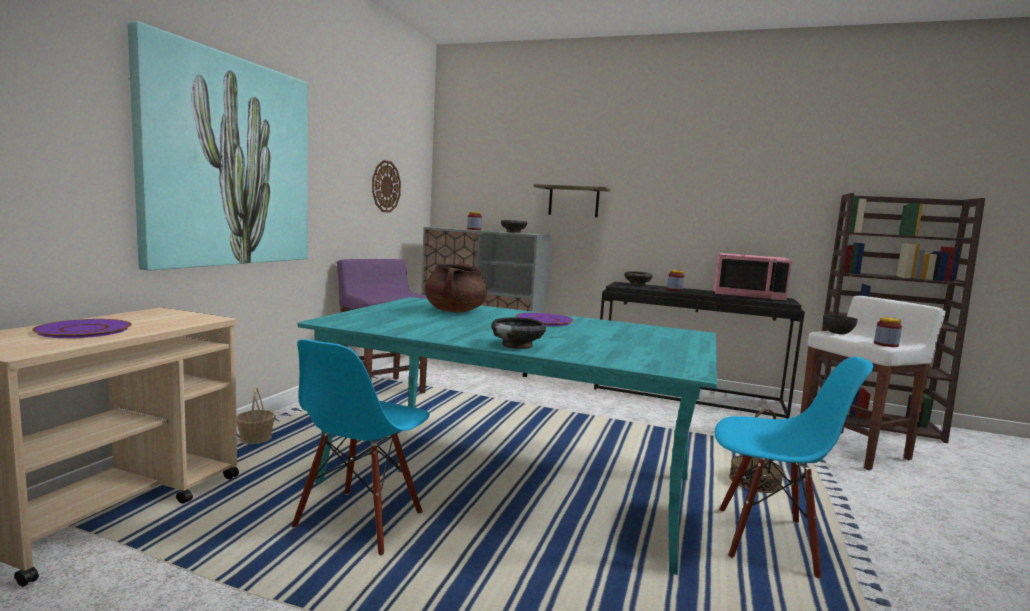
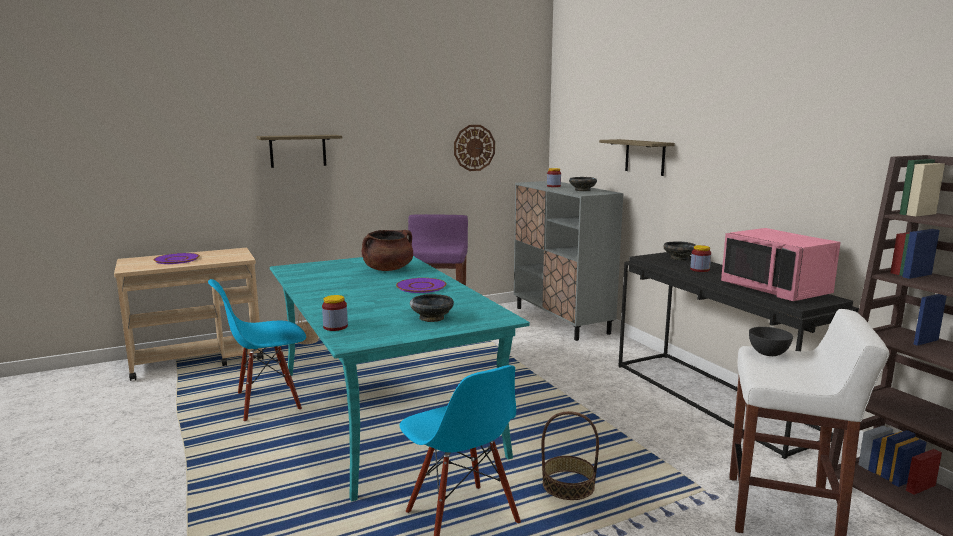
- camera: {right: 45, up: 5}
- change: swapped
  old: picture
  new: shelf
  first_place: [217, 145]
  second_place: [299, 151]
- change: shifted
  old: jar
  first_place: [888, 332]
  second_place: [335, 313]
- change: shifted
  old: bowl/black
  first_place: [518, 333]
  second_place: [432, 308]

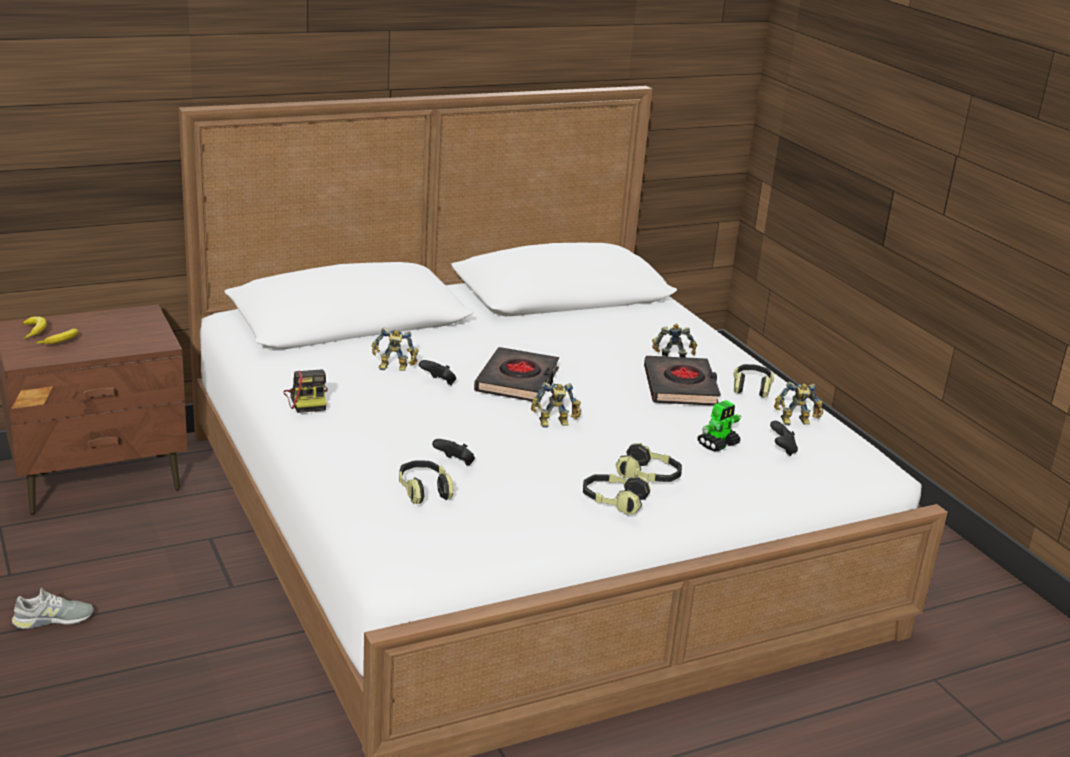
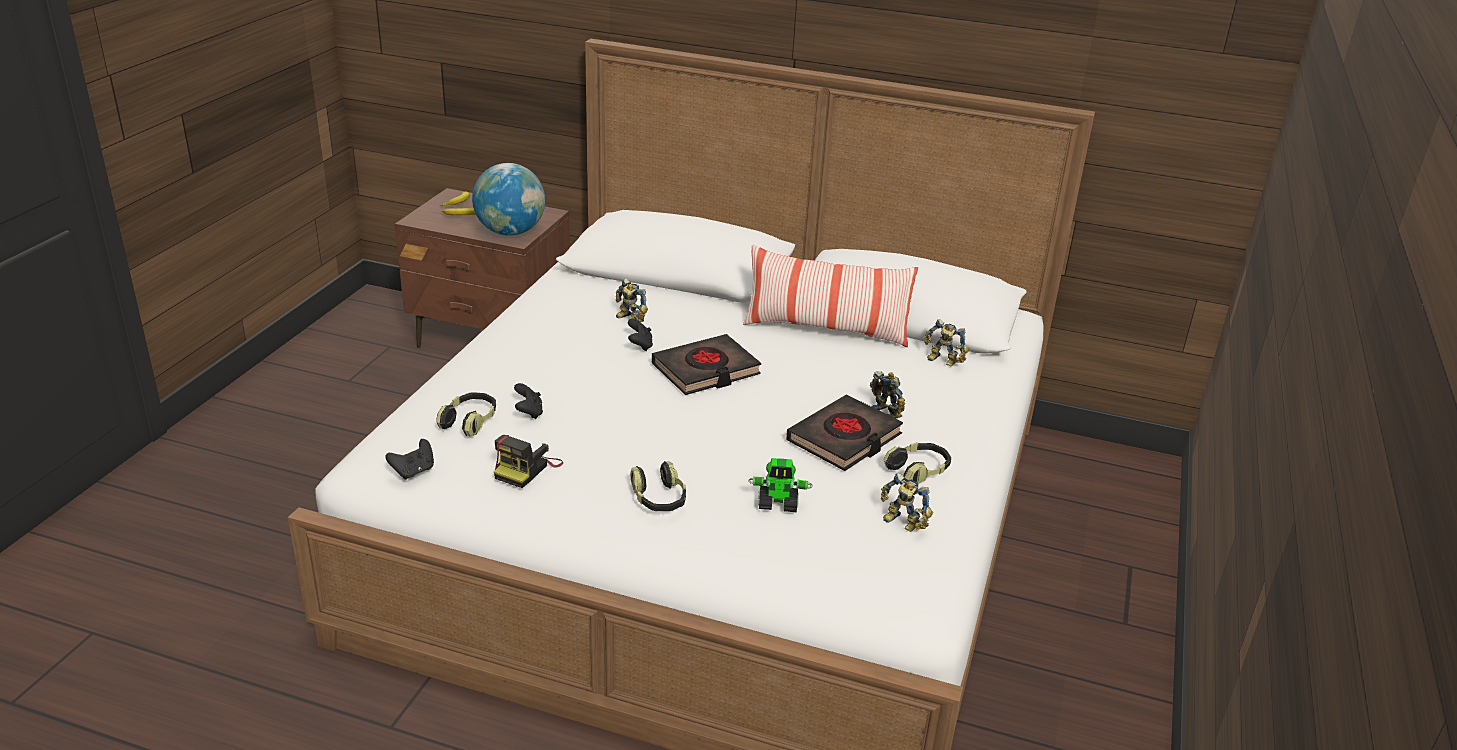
- camera: {right: 45, up: 5}
- change: shifted
  old: game controller/black
  first_place: [784, 438]
  second_place: [409, 459]
- change: new
  new: globe
  second_place: [508, 199]
- change: shifted
  old: photo camera
  first_place: [305, 391]
  second_place: [528, 461]
- change: new
  new: pillow
  second_place: [830, 296]
- change: shifted
  old: toy robot
  first_place: [556, 405]
  second_place: [946, 343]
- change: gone
  old: shoe/grey
  first_place: [53, 608]
- change: gone
  old: headphones
  first_place: [617, 494]

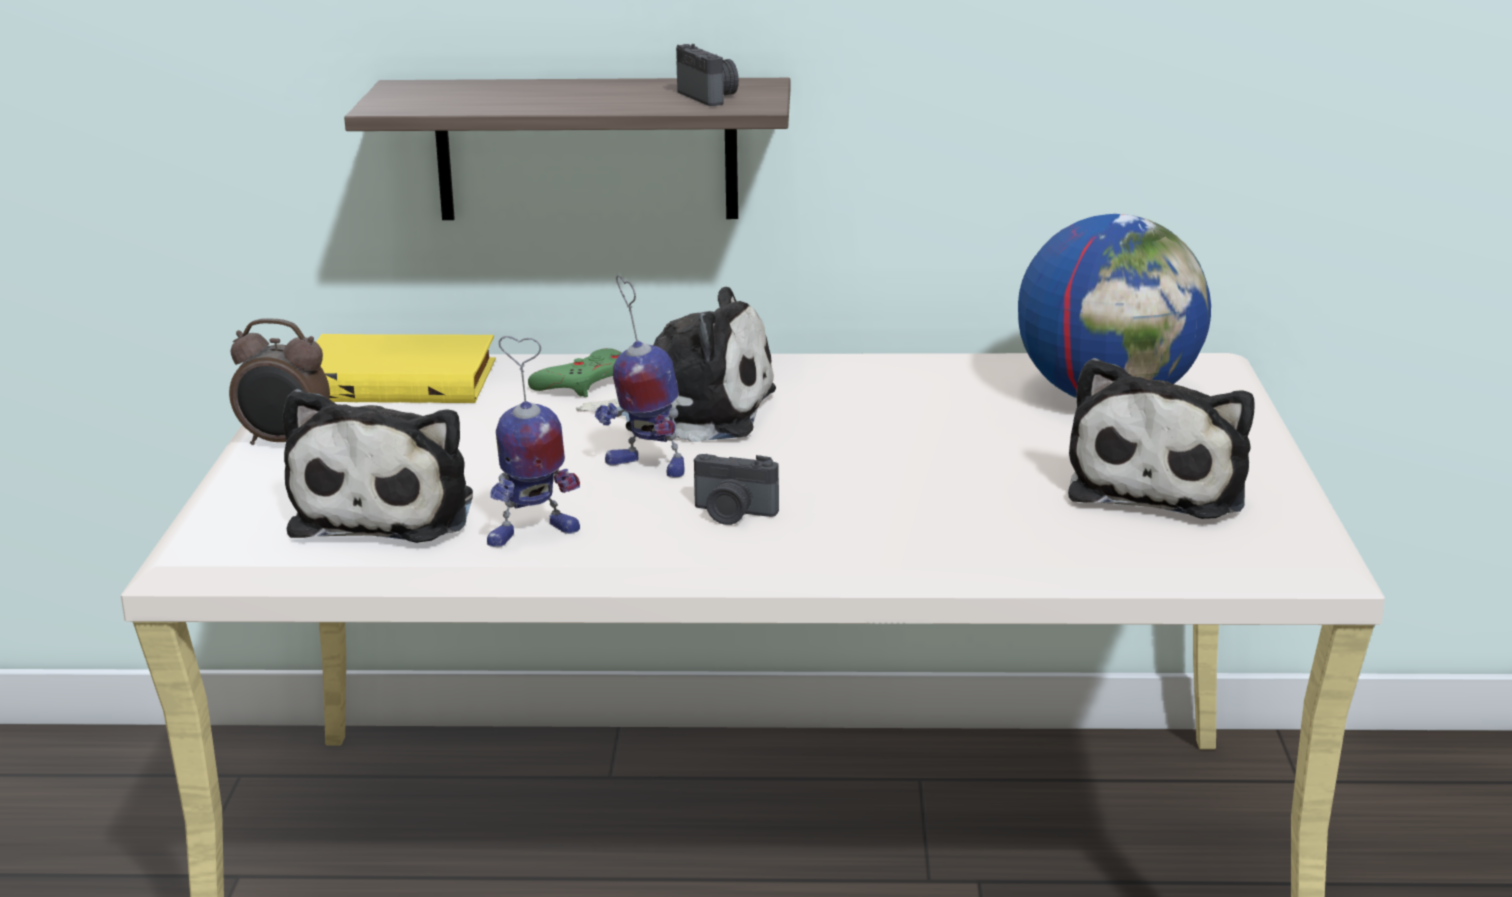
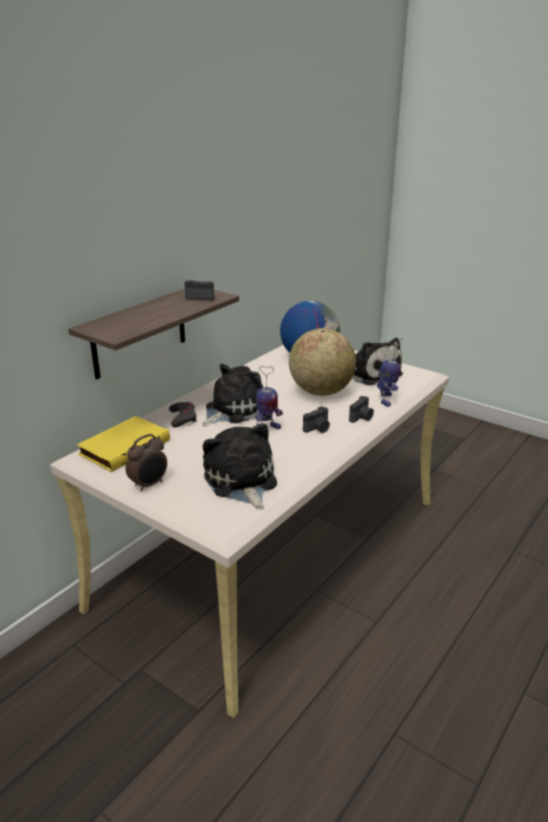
- camera: {right: -55, up: 5}
- change: repainted
  old: game controller/green
  new: game controller/grey
  first_place: [575, 372]
  second_place: [182, 414]
- change: rotated
  old: plush toy
  first_place: [378, 466]
  second_place: [240, 466]
  degrees: -150
- change: new
  new: globe
  second_place: [322, 362]
- change: new
  new: photo camera
  second_place: [361, 409]
- change: shifted
  old: toy robot
  first_place: [533, 441]
  second_place: [389, 372]

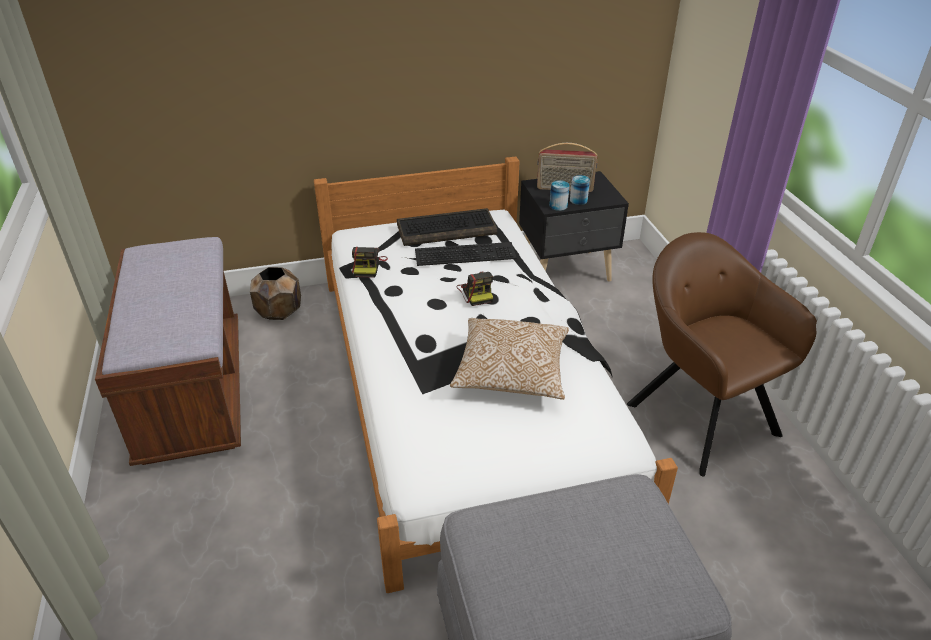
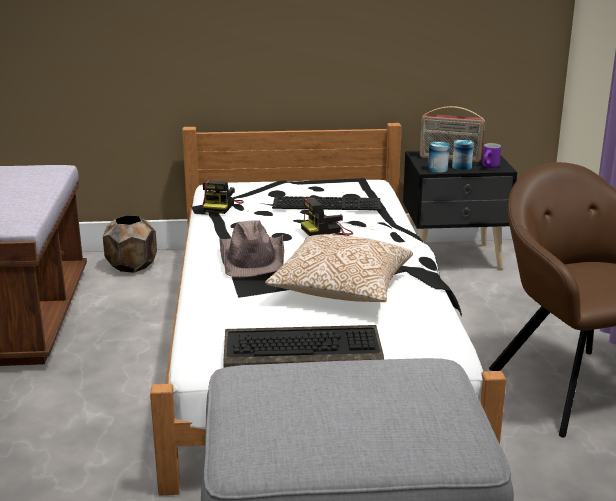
- camera: {right: 10, up: -15}
- change: new
  new: hat/brown
  second_place: [251, 248]
- change: shifted
  old: keyboard
  first_place: [447, 227]
  second_place: [303, 346]
- change: rotated
  old: photo camera
  first_place: [475, 288]
  second_place: [327, 217]
  degrees: 75
- change: new
  new: mug/purple
  second_place: [491, 155]

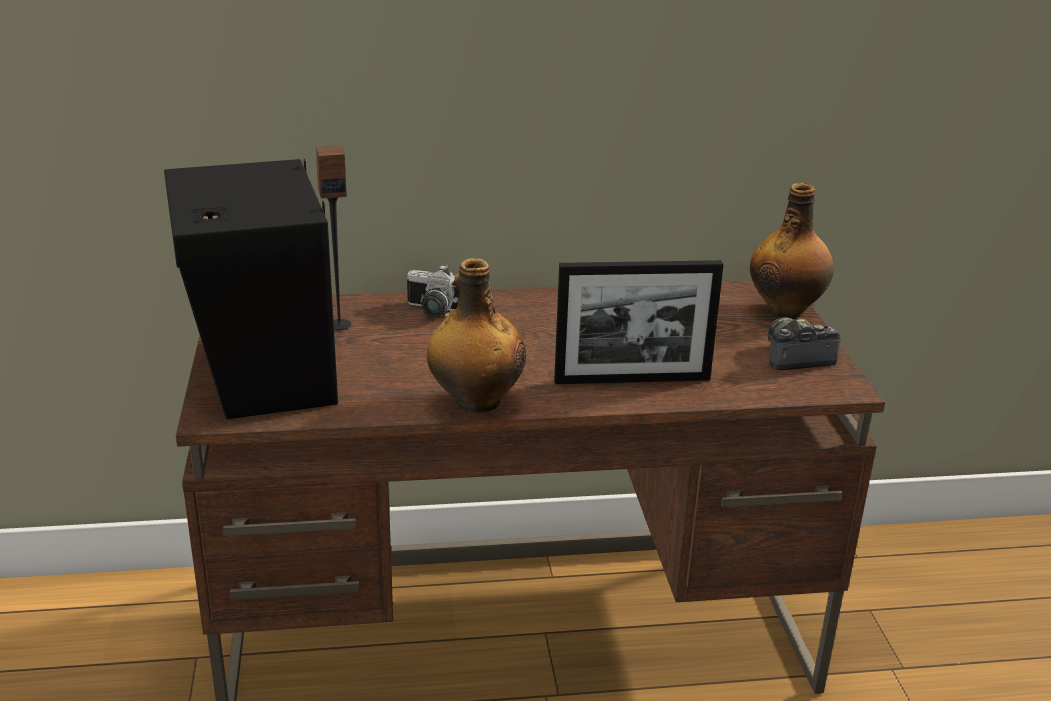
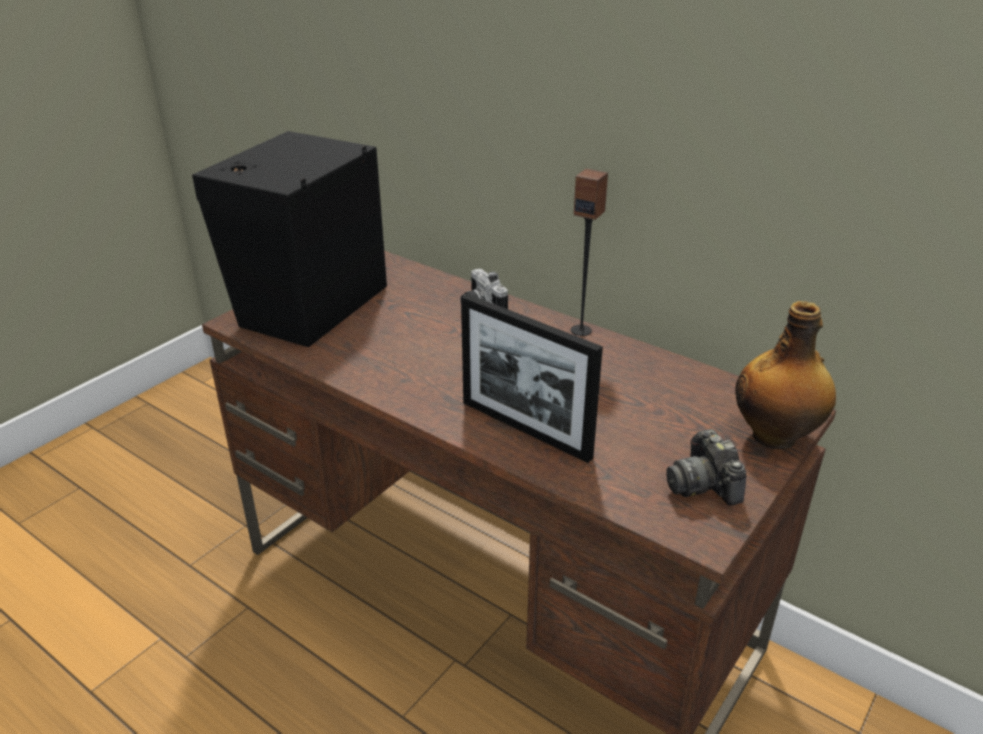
- camera: {right: 45, up: 5}
- change: shifted
  old: speaker
  first_place: [333, 238]
  second_place: [589, 252]
- change: rotated
  old: photo camera
  first_place: [804, 343]
  second_place: [706, 467]
  degrees: -135
- change: gone
  old: bottle
  first_place: [476, 335]

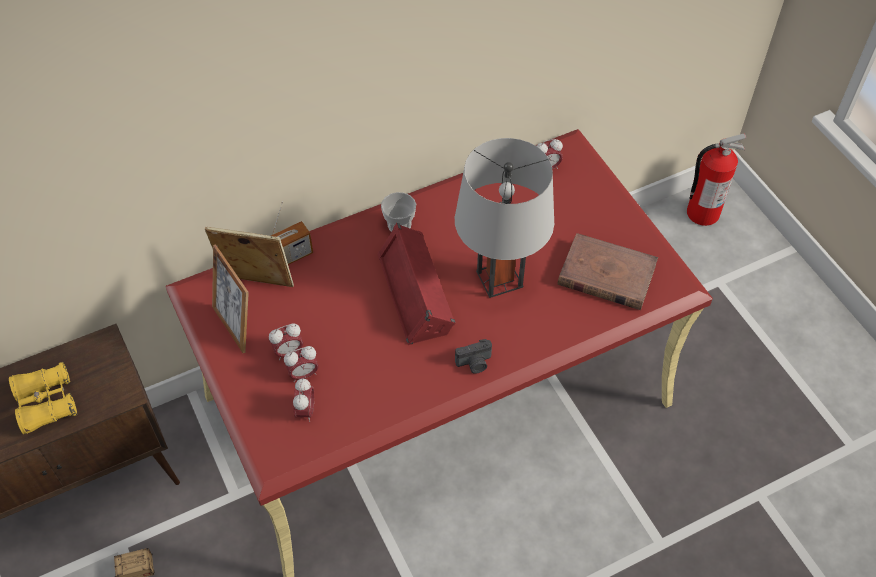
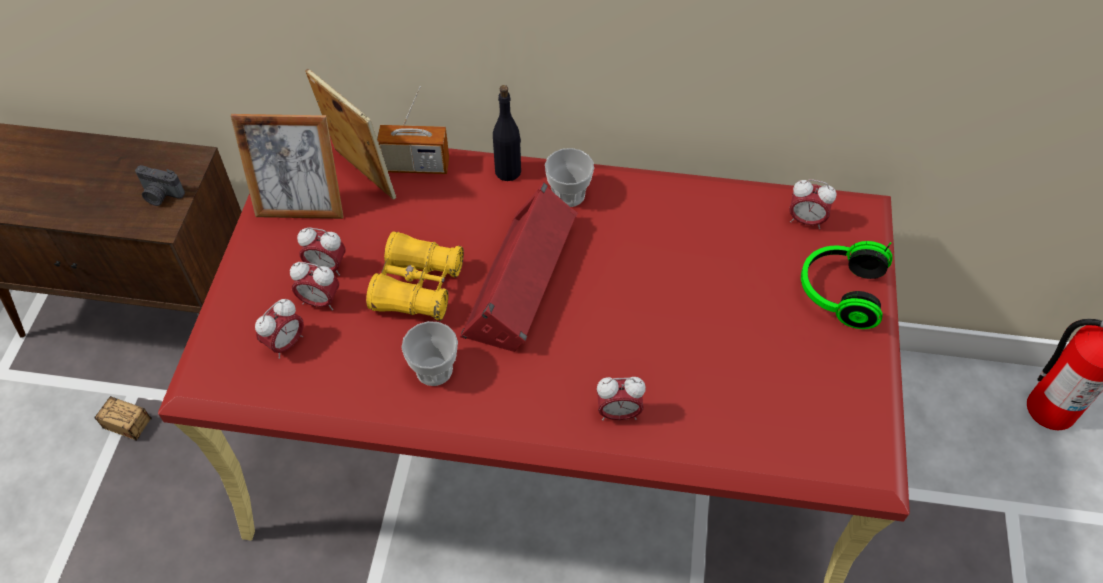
- camera: {right: 35, up: 0}
- change: shifted
  old: photo camera
  first_place: [473, 356]
  second_place: [160, 185]
- change: rotated
  old: picture frame
  first_place: [230, 298]
  second_place: [287, 166]
  degrees: -90
- change: shifted
  old: binoculars/yellow
  first_place: [43, 398]
  second_place: [415, 276]
- change: new
  new: cup
  second_place: [429, 353]
- change: new
  new: bottle/black
  second_place: [507, 133]
- change: new
  new: alarm clock
  second_place: [621, 399]
- change: new
  new: headphones
  second_place: [847, 285]
- change: gone
  old: table lamp/grey
  first_place: [505, 218]
- change: gone
  old: book/brown
  first_place: [608, 271]

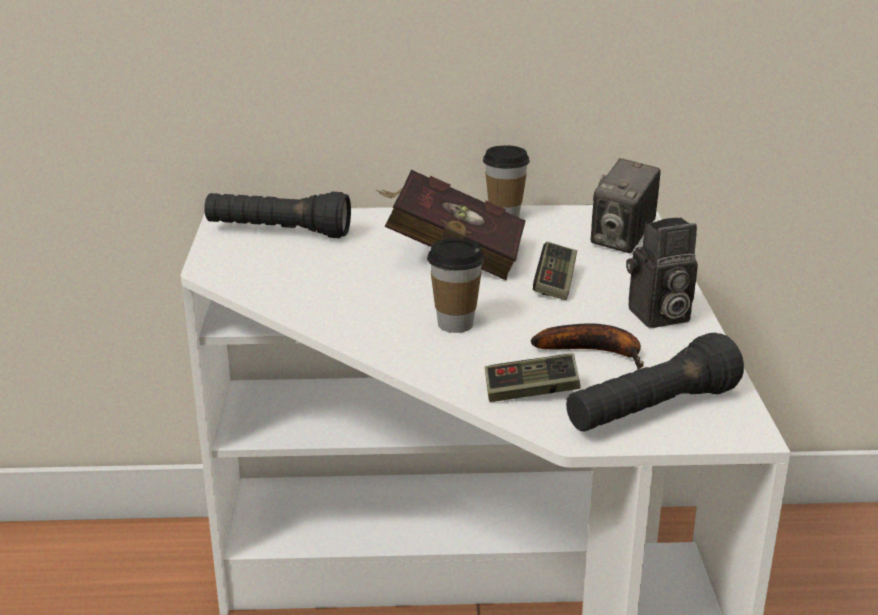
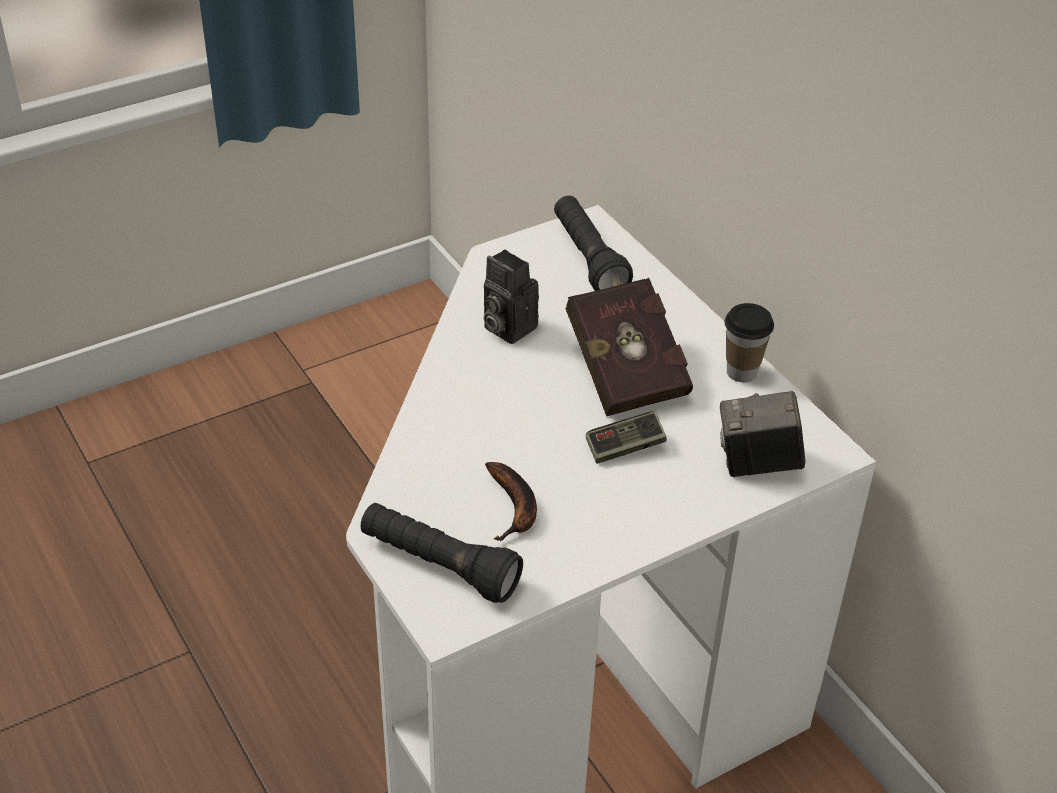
- camera: {right: 60, up: 15}
- change: shifted
  old: photo camera
  first_place: [662, 272]
  second_place: [511, 296]
- change: gone
  old: cup
  first_place: [456, 285]
- change: gone
  old: game controller
  first_place: [533, 377]

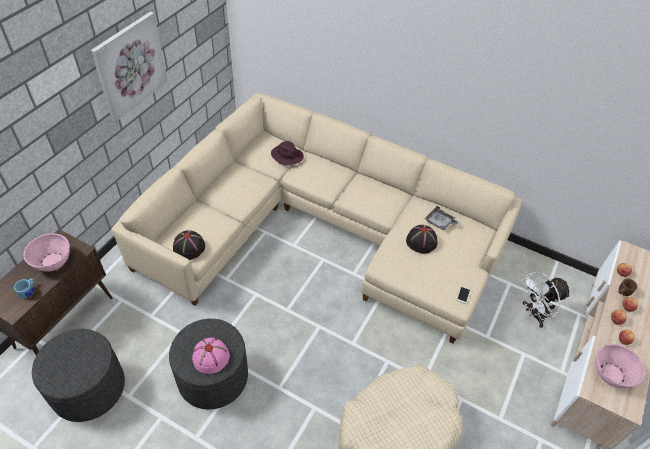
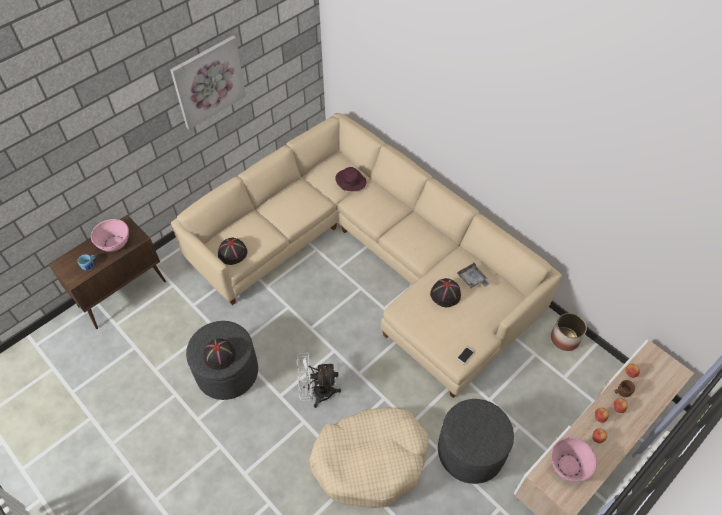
- camera: {right: 20, up: 5}
- change: repainted
  old: hat/pink
  new: hat/black
  first_place: [211, 355]
  second_place: [219, 354]
- change: shifted
  old: fan/white
  first_place: [545, 299]
  second_place: [319, 380]
- change: shifted
  old: ottoman/grey
  first_place: [78, 375]
  second_place: [476, 441]
- change: new
  new: planter
  second_place: [569, 332]

